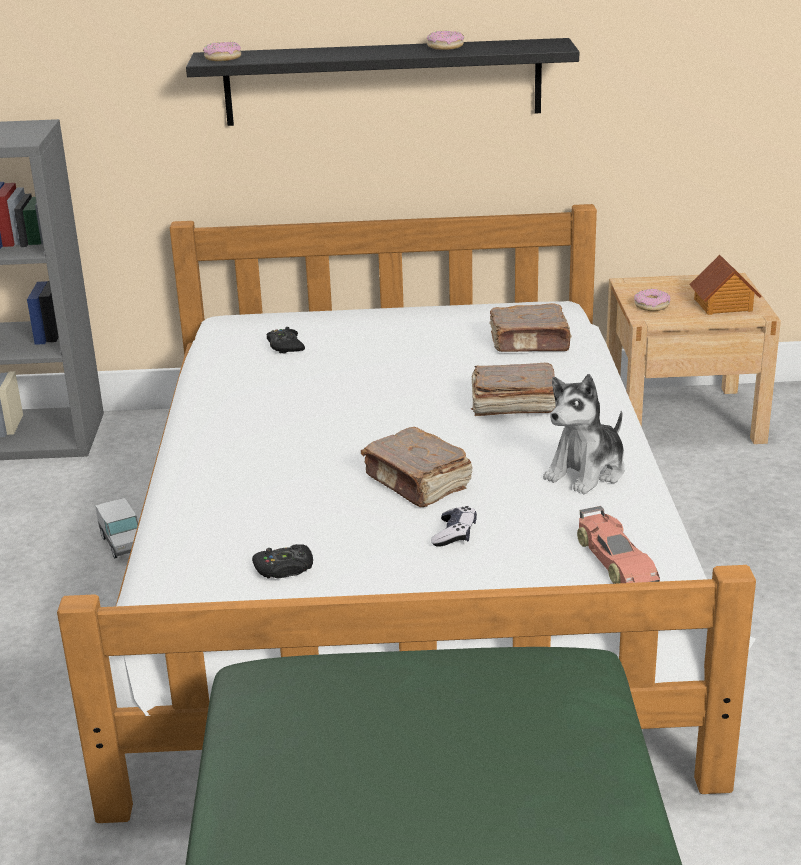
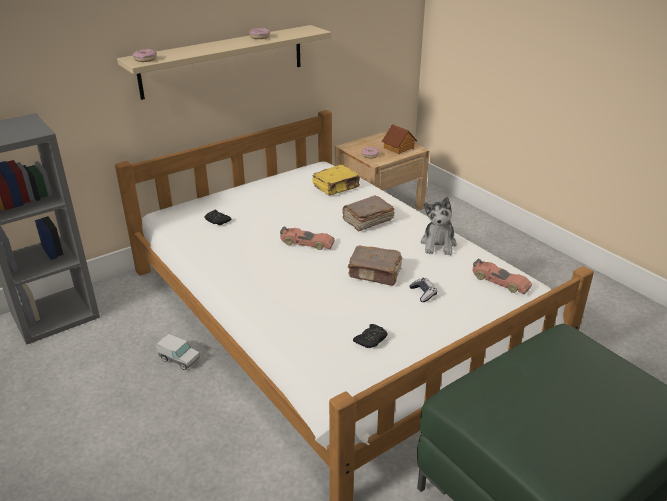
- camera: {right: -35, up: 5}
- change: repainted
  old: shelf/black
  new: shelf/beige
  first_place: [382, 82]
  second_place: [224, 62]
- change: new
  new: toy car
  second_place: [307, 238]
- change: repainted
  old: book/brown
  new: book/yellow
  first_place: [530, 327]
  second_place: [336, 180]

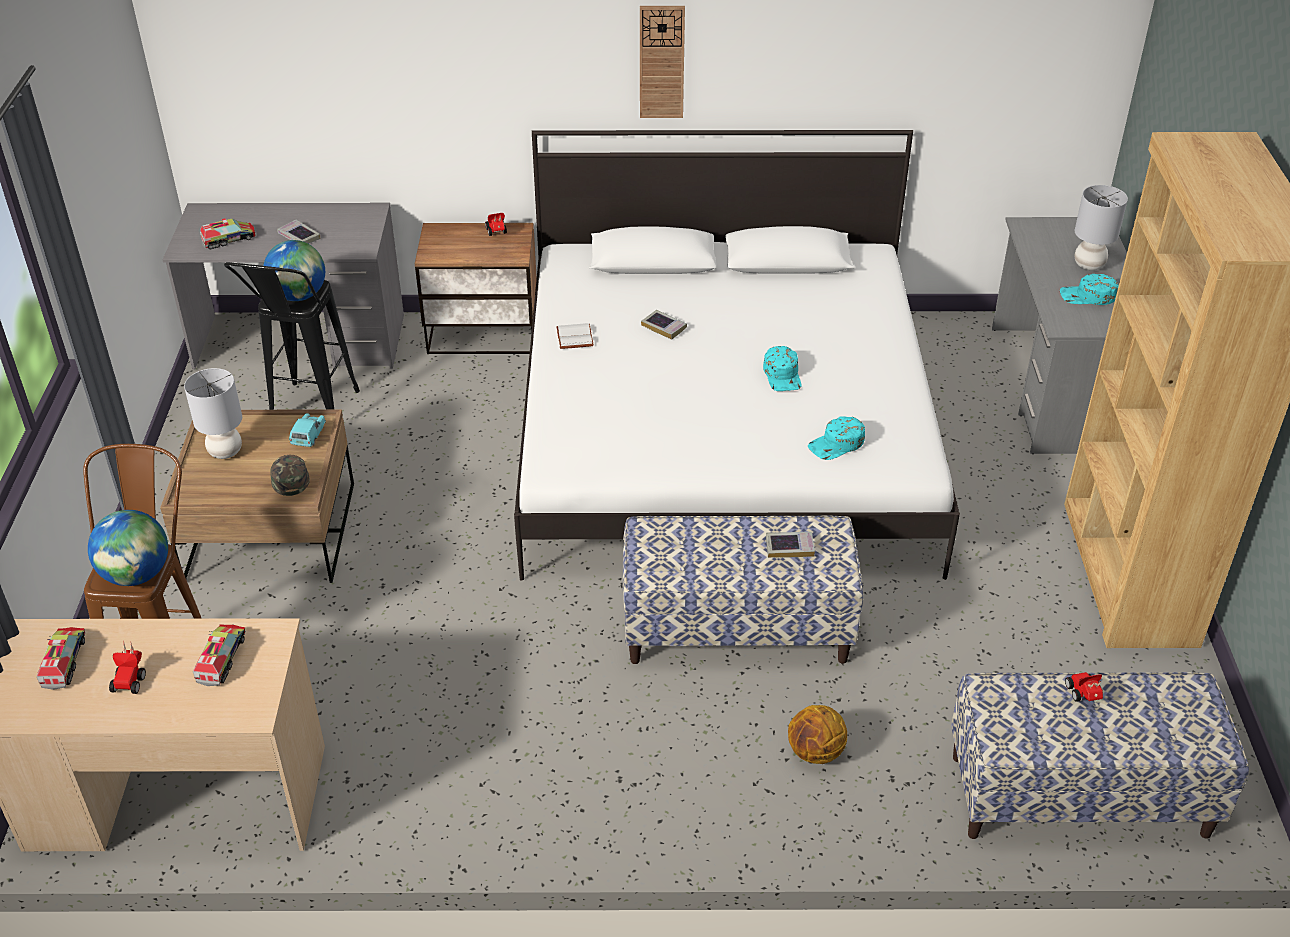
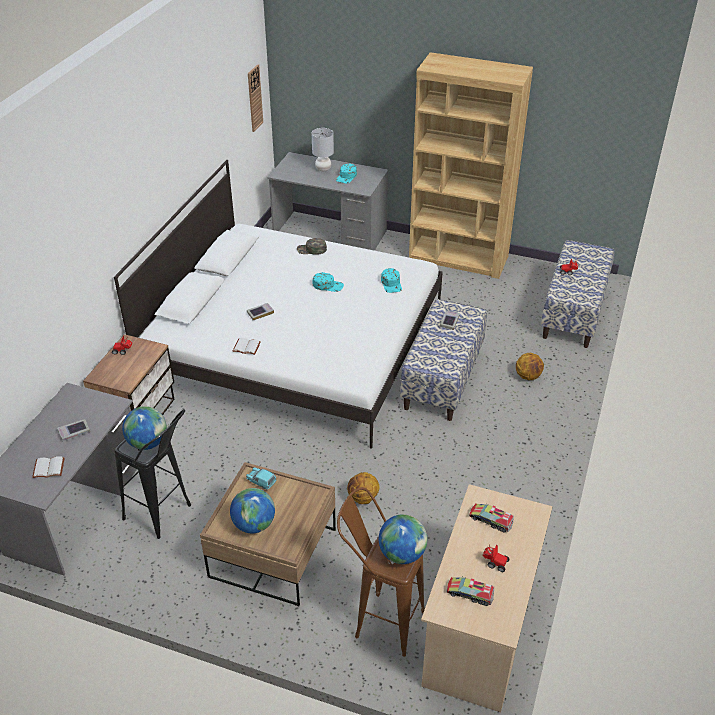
- camera: {right: -70, up: 0}
- change: swapped
  old: toy truck
  new: book/white
  first_place: [228, 233]
  second_place: [48, 467]
- change: swapped
  old: table lamp/grey
  new: globe
  first_place: [213, 413]
  second_place: [252, 510]
- change: shifted
  old: wall clock
  first_place: [662, 62]
  second_place: [255, 98]
- change: shifted
  old: cap/green
  first_place: [290, 475]
  second_place: [312, 246]
- change: new
  new: basketball
  second_place: [363, 488]

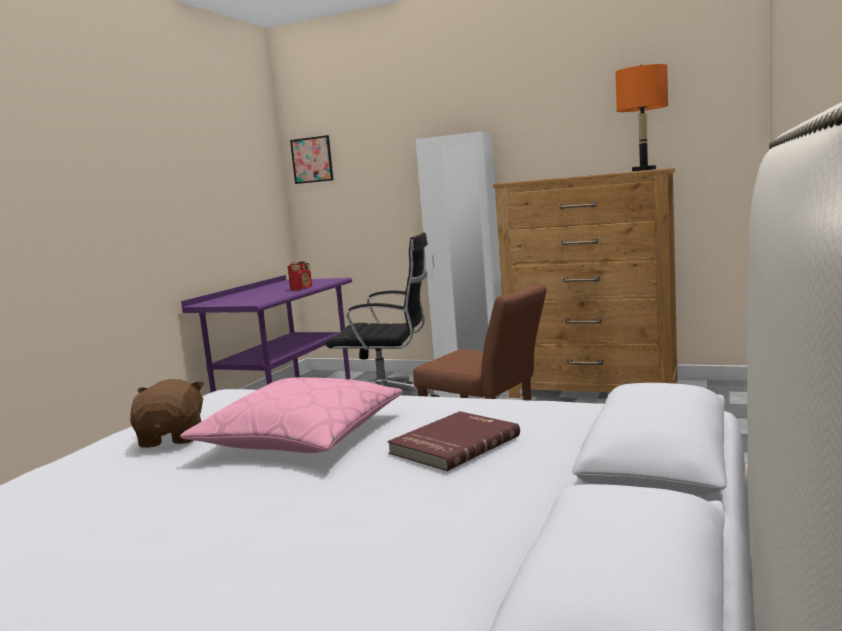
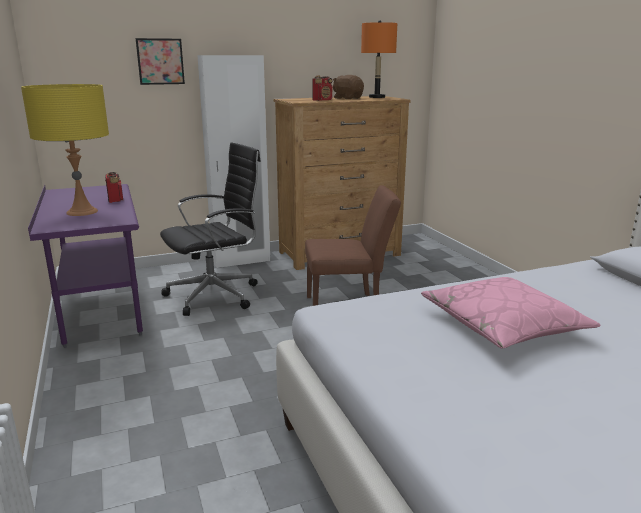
- camera: {right: -45, up: 10}
- change: new
  new: table lamp/yellow
  second_place: [65, 150]
- change: shifted
  old: picture
  first_place: [311, 159]
  second_place: [160, 61]
- change: new
  new: radio
  second_place: [322, 88]
- change: shifted
  old: plush toy/brown
  first_place: [167, 413]
  second_place: [348, 87]
- change: gone
  old: book/red
  first_place: [453, 441]

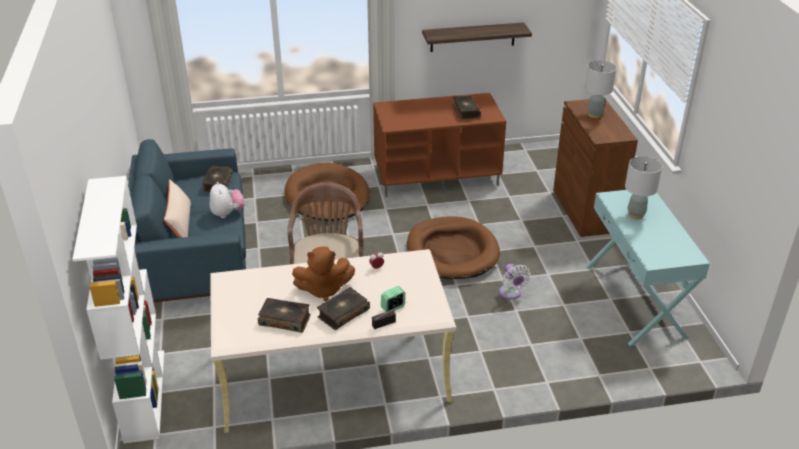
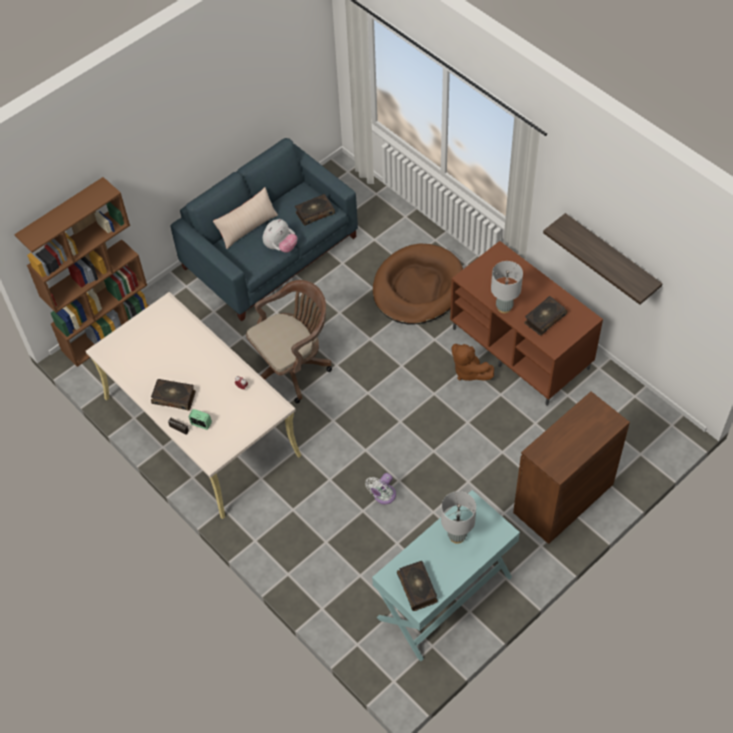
- camera: {right: 60, up: 20}
- change: repainted
  old: bookcase/white
  new: bookcase/brown
  first_place: [118, 310]
  second_place: [81, 272]
- change: shifted
  old: book
  first_place: [284, 315]
  second_place: [417, 586]
- change: shifted
  old: plush toy/brown
  first_place: [323, 273]
  second_place: [472, 362]
- change: shifted
  old: table lamp/grey
  first_place: [601, 89]
  second_place: [507, 287]
- change: gone
  old: dog bed/brown
  first_place: [453, 247]

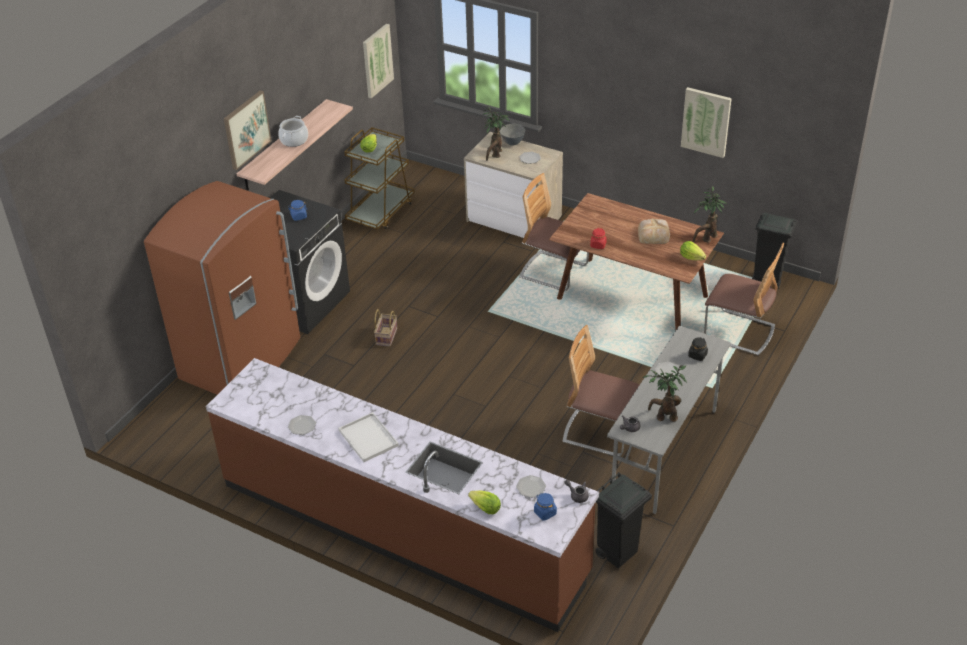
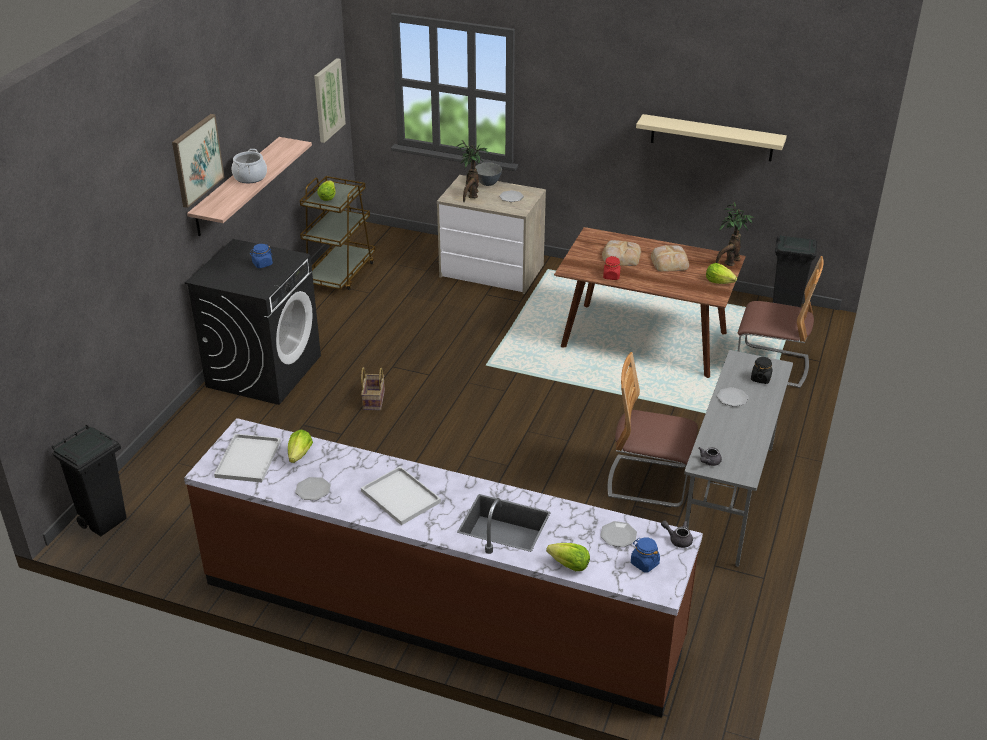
- camera: {right: -10, up: -5}
- change: shifted
  old: trash can/black
  first_place: [623, 520]
  second_place: [89, 480]
- change: new
  new: tray/white
  second_place: [247, 458]
- change: new
  new: lettuce
  second_place: [300, 446]
- change: new
  new: bread
  second_place: [621, 253]
- change: swapped
  old: picture
  new: shelf/beige
  first_place: [706, 122]
  second_place: [711, 137]
- change: gone
  old: fridge/brown
  first_place: [222, 288]
- change: gone
  old: chair
  first_place: [554, 232]
- change: gone
  old: potted plant
  first_place: [664, 393]

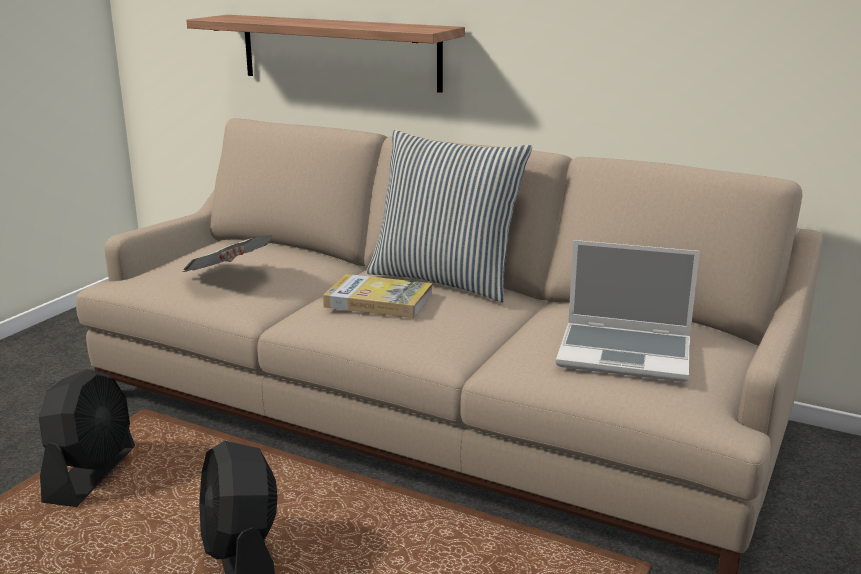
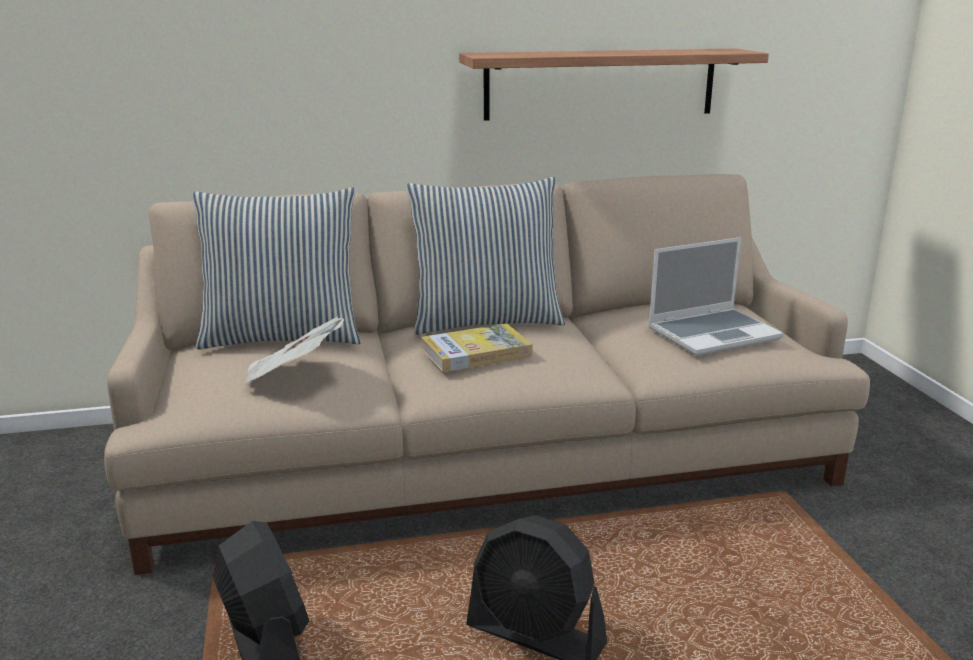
- camera: {right: -40, up: 0}
- change: new
  new: pillow
  second_place: [276, 268]
- change: shifted
  old: shelf
  first_place: [325, 54]
  second_place: [614, 85]

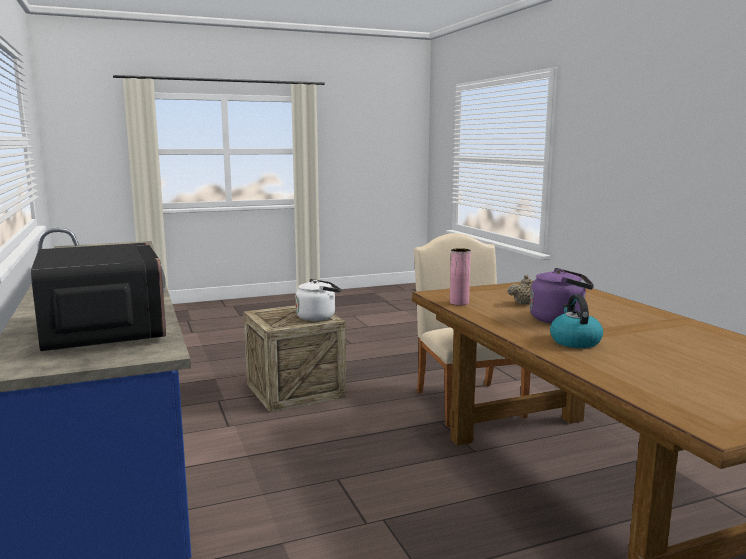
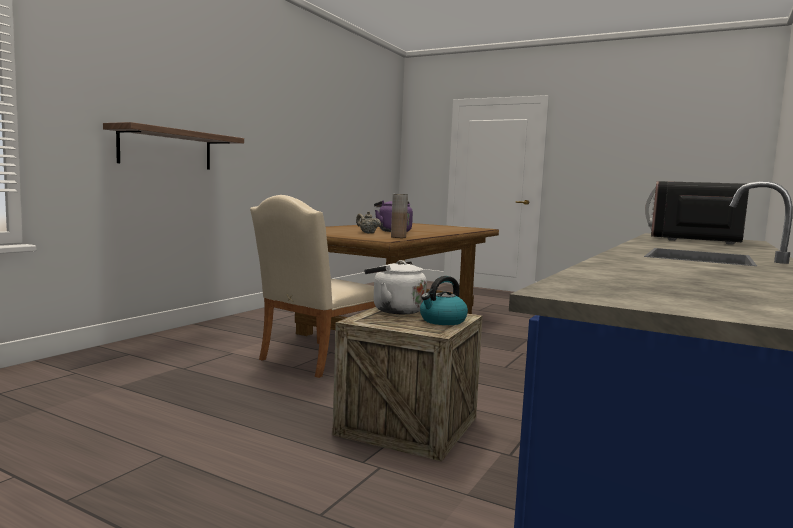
- camera: {right: -130, up: -5}
- change: new
  new: shelf
  second_place: [173, 146]
- change: repainted
  old: vase/pink
  new: vase/brown
  first_place: [460, 276]
  second_place: [399, 216]
- change: shifted
  old: kettle
  first_place: [576, 321]
  second_place: [444, 300]

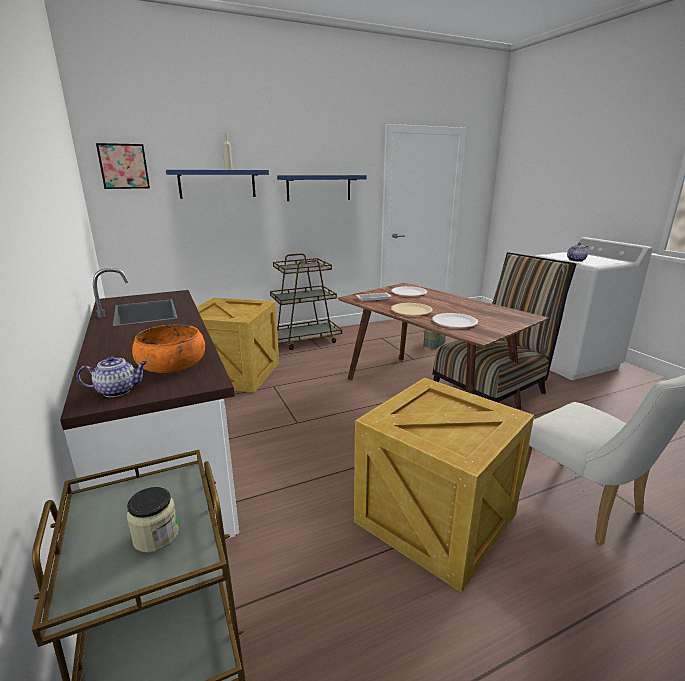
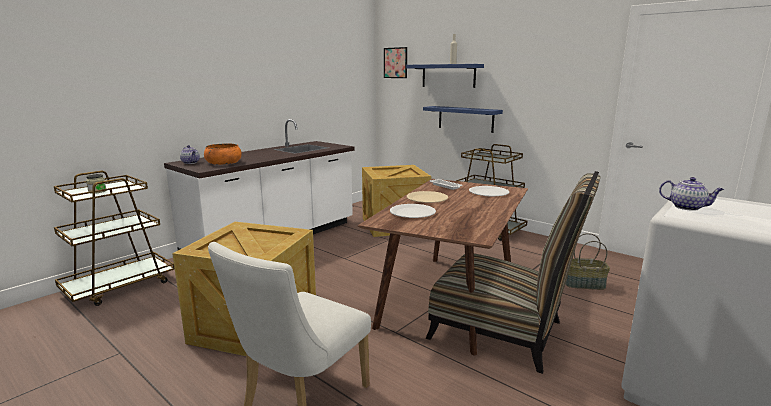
- camera: {right: 65, up: -5}
- change: shifted
  old: shelf/blue
  first_place: [322, 188]
  second_place: [463, 119]

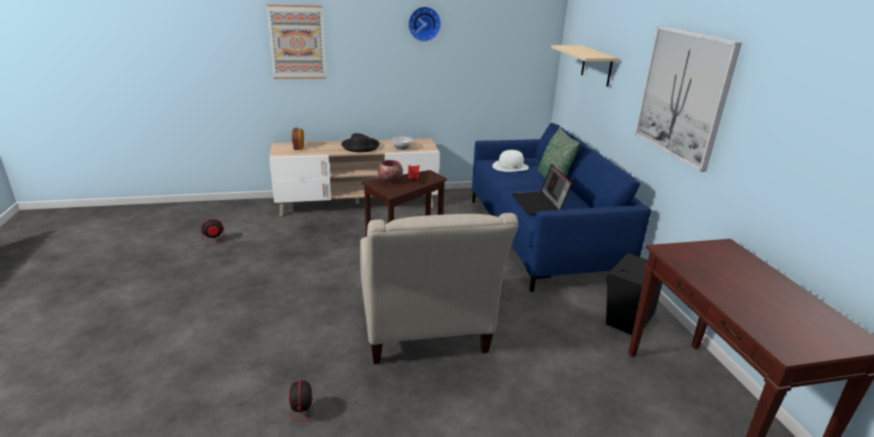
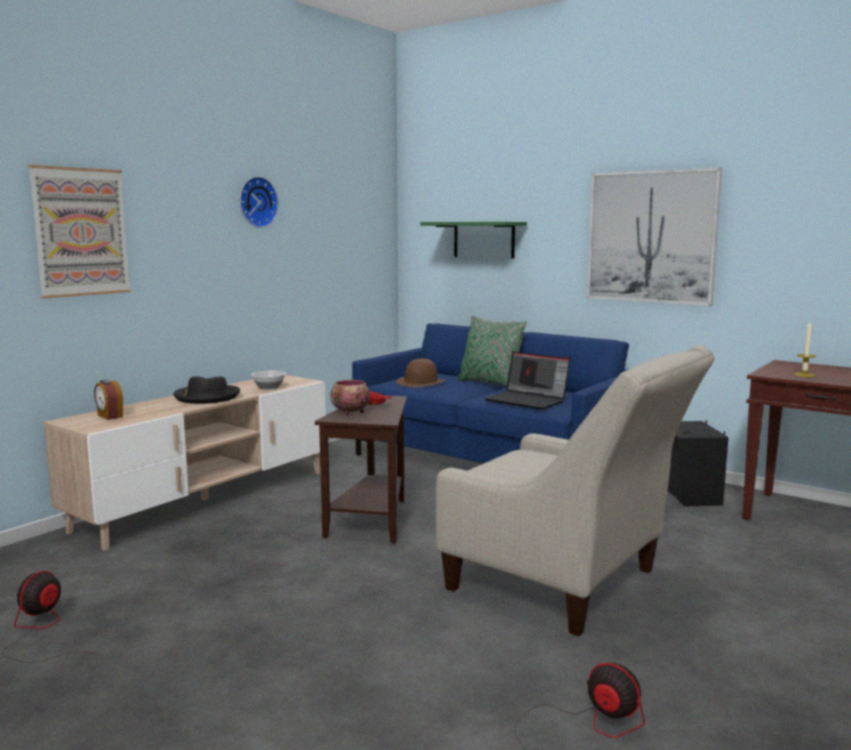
- camera: {right: -40, up: -15}
- change: repainted
  old: hat/white
  new: hat/brown
  first_place: [510, 161]
  second_place: [421, 372]
- change: repainted
  old: shelf/beige
  new: shelf/green
  first_place: [585, 66]
  second_place: [473, 240]
- change: new
  new: candle
  second_place: [805, 349]

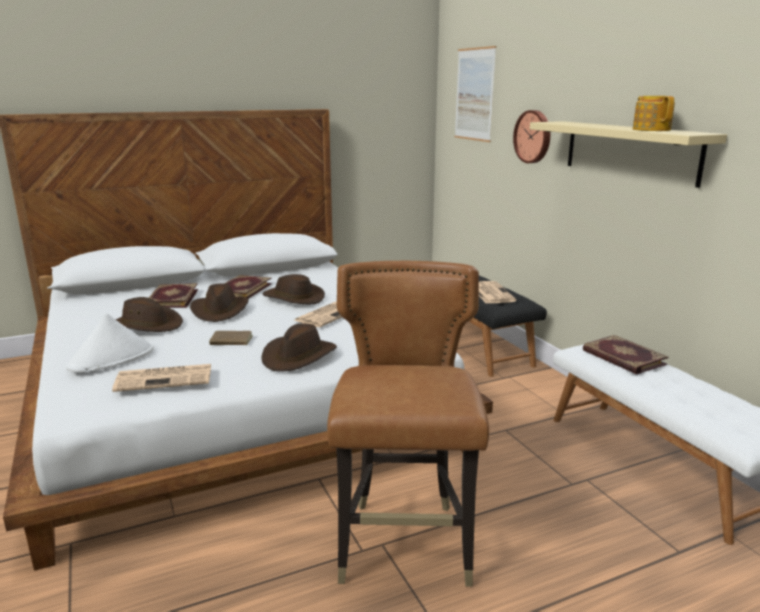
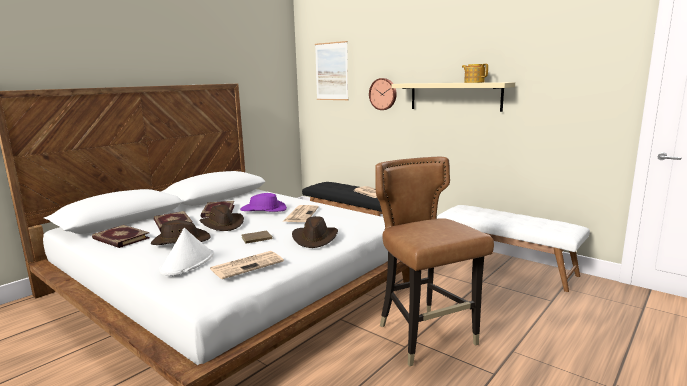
- camera: {right: -25, up: -5}
- change: shifted
  old: book
  first_place: [625, 354]
  second_place: [121, 236]
- change: repainted
  old: hat/brown
  new: hat/purple
  first_place: [294, 289]
  second_place: [263, 202]

